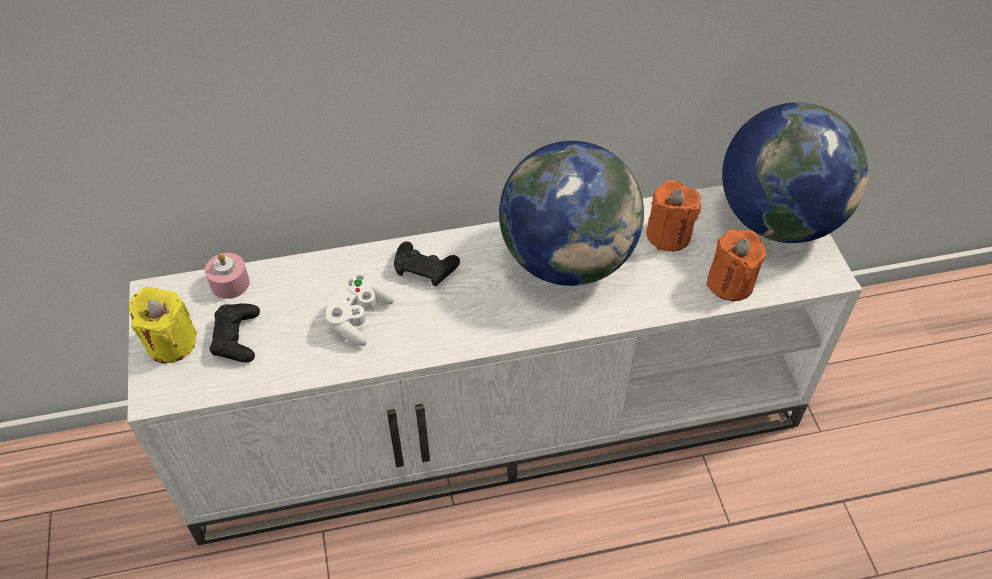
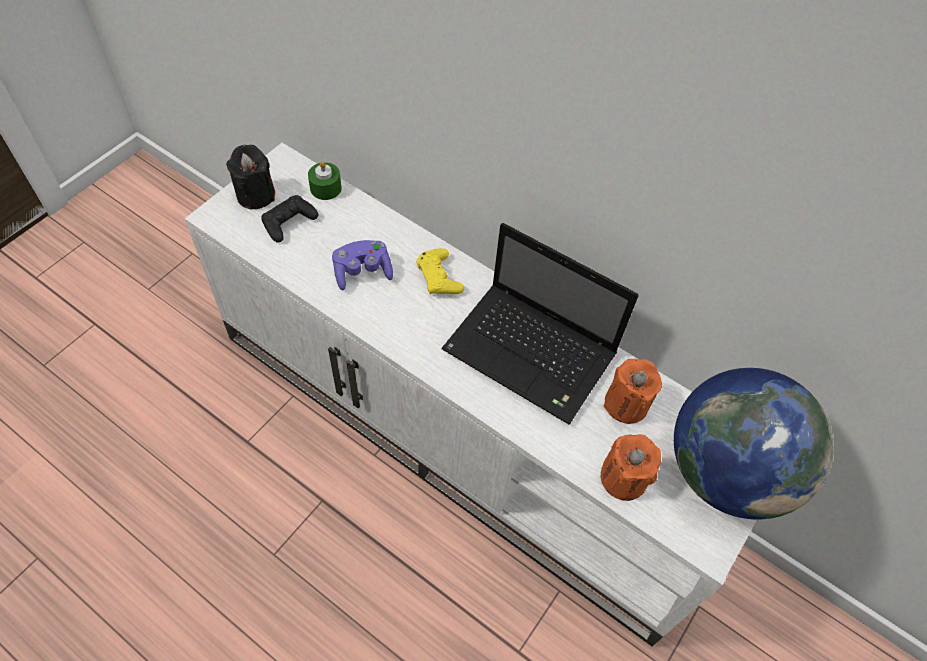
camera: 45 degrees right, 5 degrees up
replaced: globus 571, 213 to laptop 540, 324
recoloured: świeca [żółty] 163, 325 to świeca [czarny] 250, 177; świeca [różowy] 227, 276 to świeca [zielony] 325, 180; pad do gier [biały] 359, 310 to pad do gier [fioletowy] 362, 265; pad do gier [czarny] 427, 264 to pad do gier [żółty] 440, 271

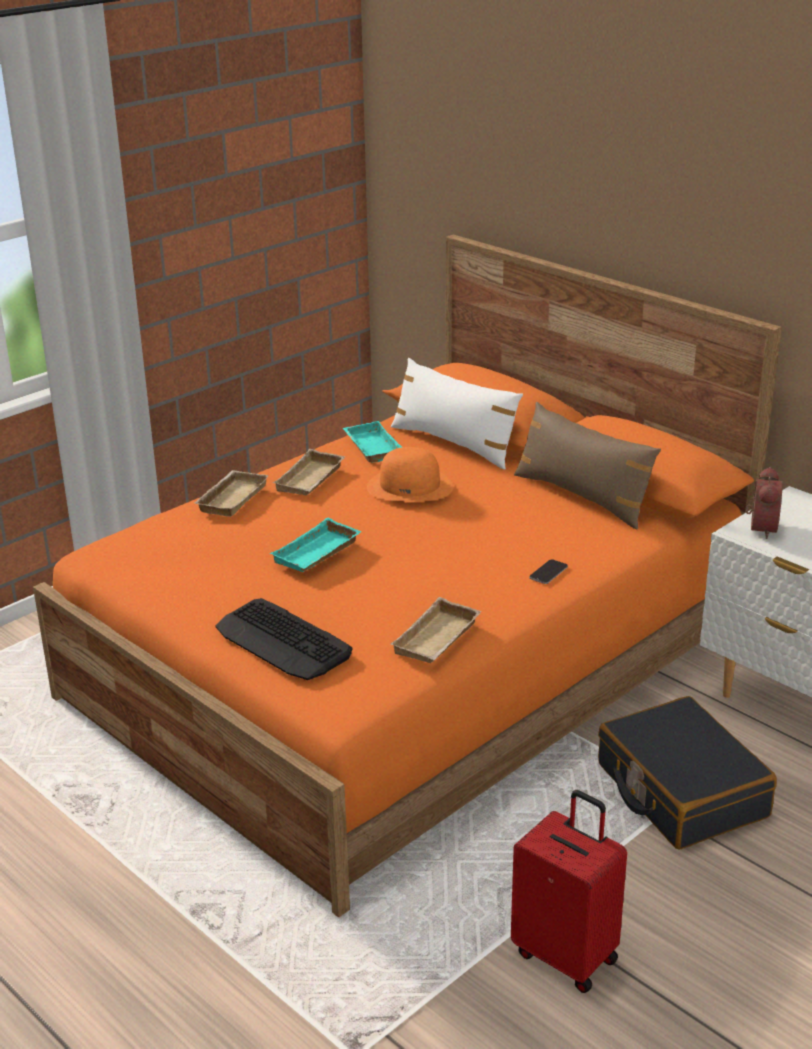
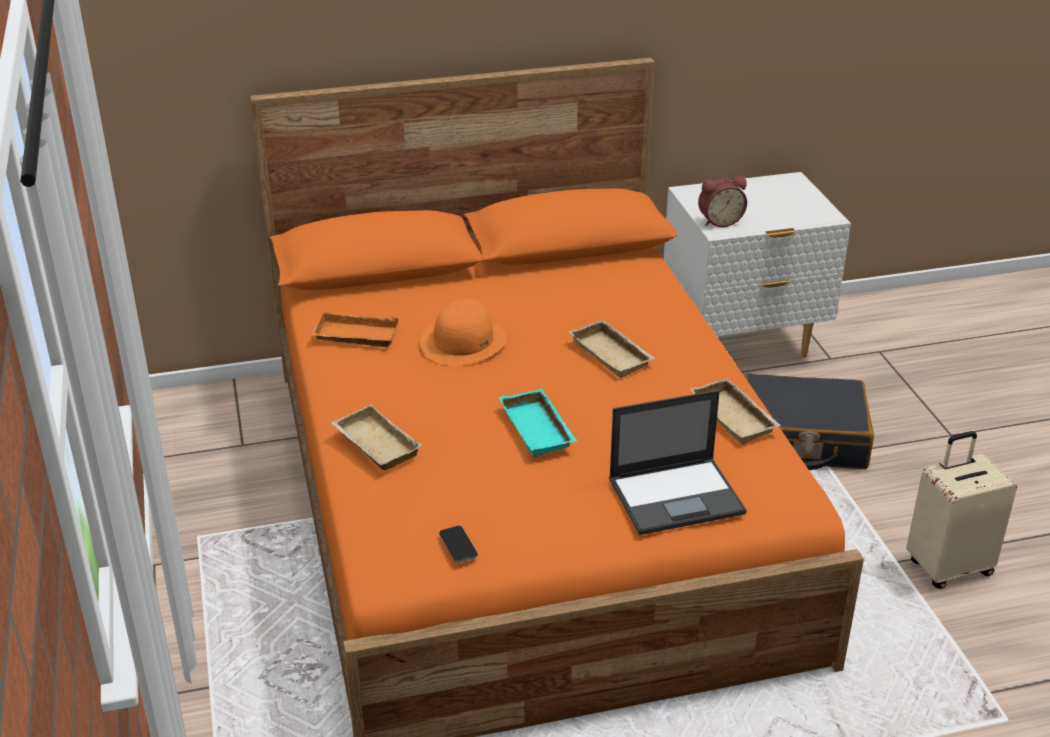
camera: 60 degrees left, 5 degrees up
removed: poduszka [biały] 457, 414; poduszka [brązowy] 587, 465
moved: telefon 548, 571 to 458, 544; taca [beżowy] 309, 472 to 612, 348
replaced: klawiatura 284, 639 to laptop 678, 462
recoloured: taca [turkusowy] 372, 442 to taca [pomarańczowy] 355, 329; walizka [czerwony] 569, 891 to walizka [beżowy] 961, 510
turned: budzik 764, 503 = 722, 201 120 degrees clockwise

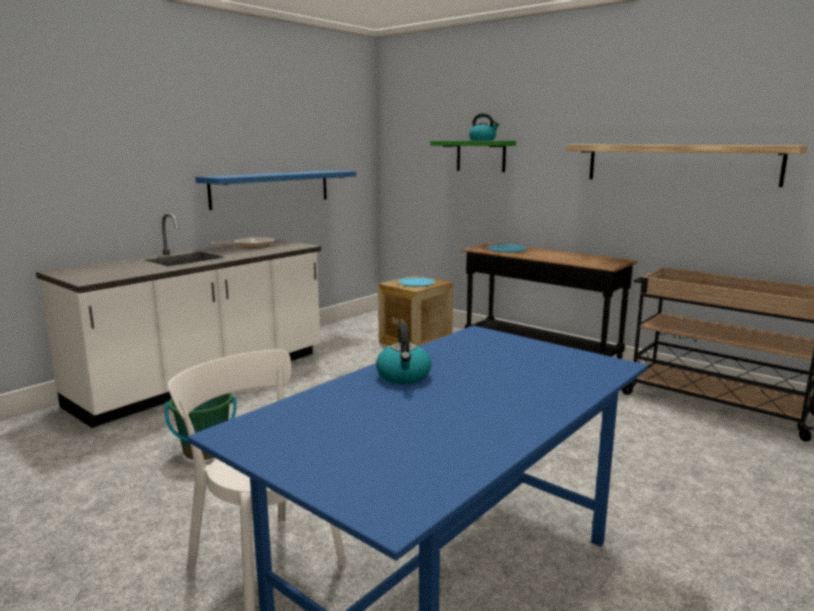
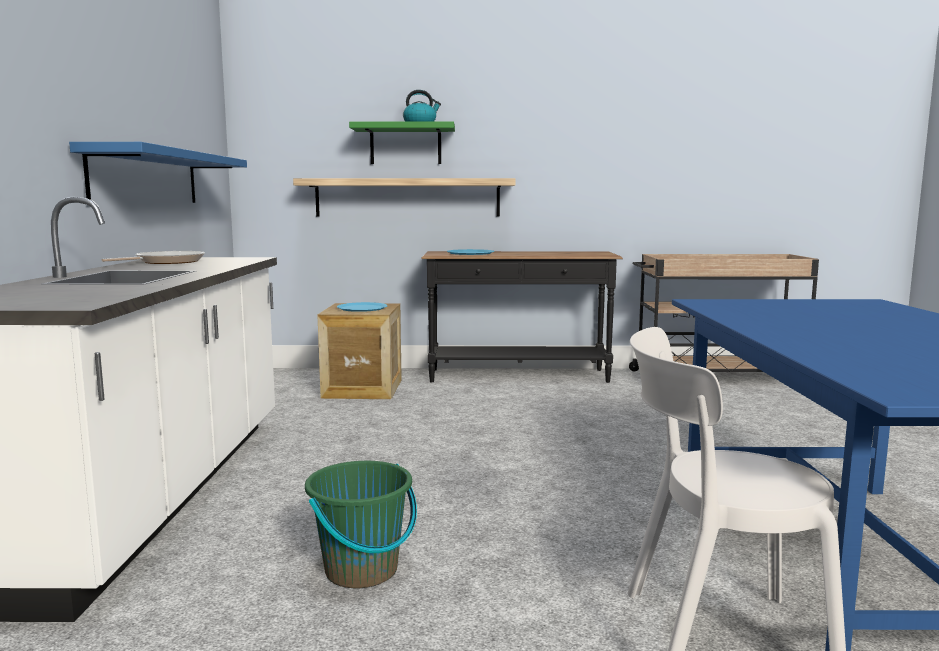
camera: 40 degrees left, 5 degrees down
removed: czajnik 403, 354
moved: półka 686, 166 to 404, 197

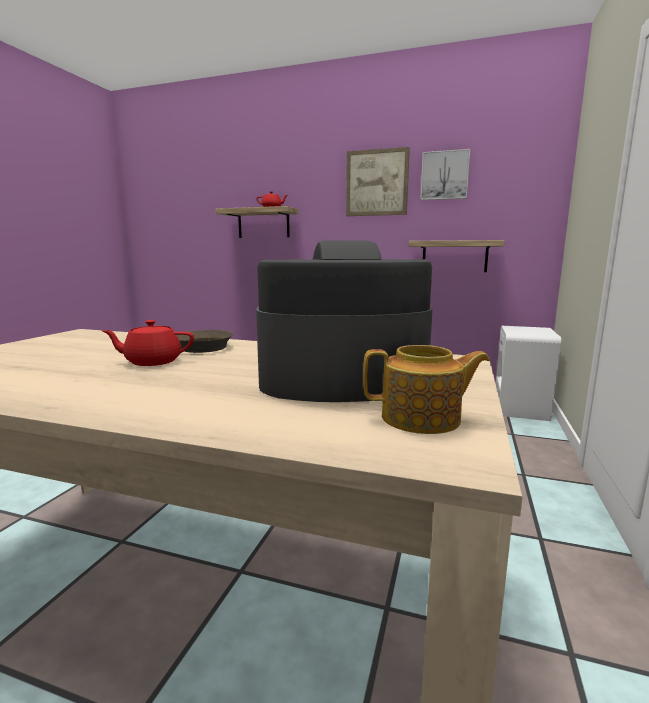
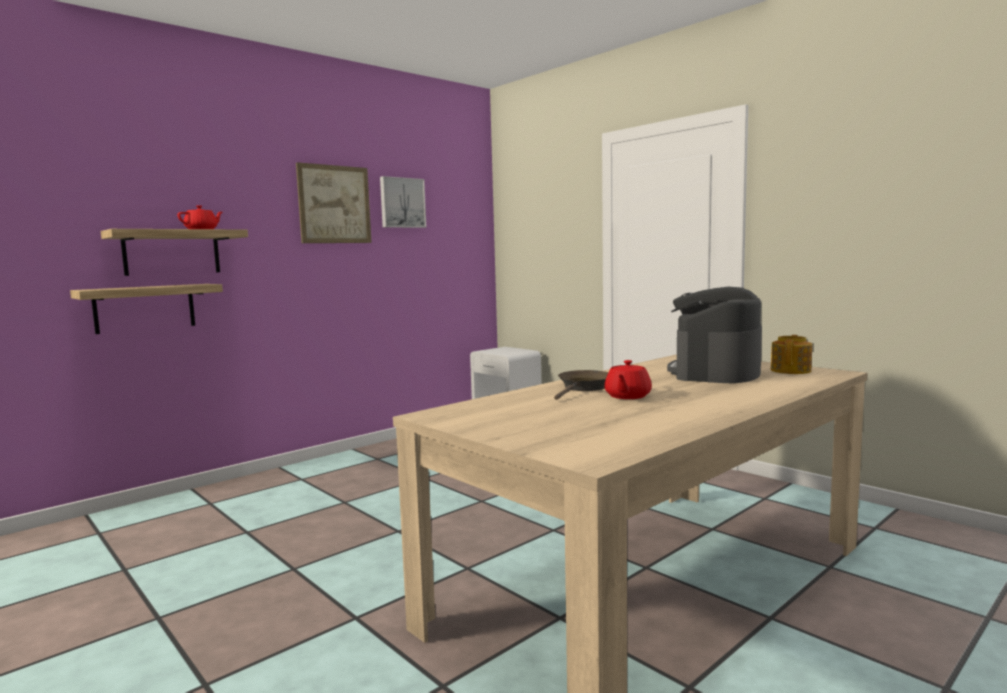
camera: 60 degrees left, 5 degrees down
moved: półka 457, 256 to 146, 309

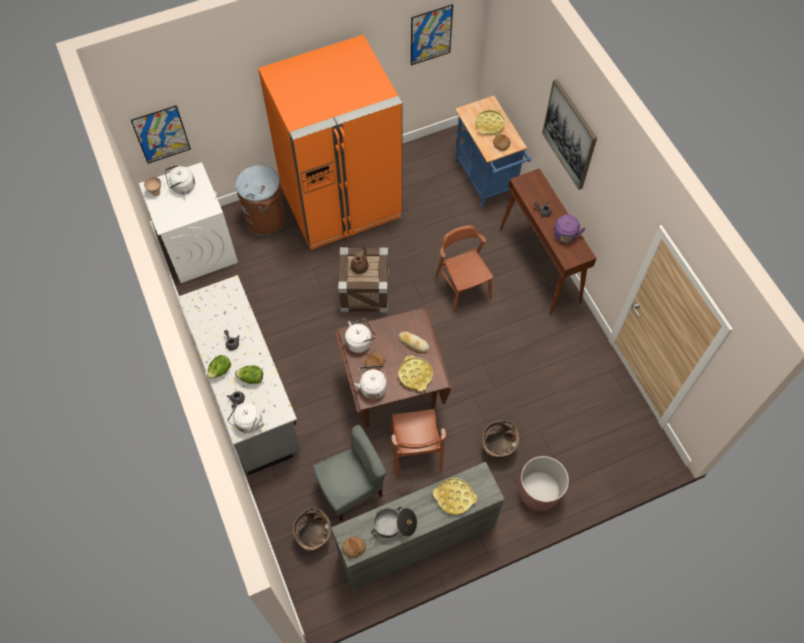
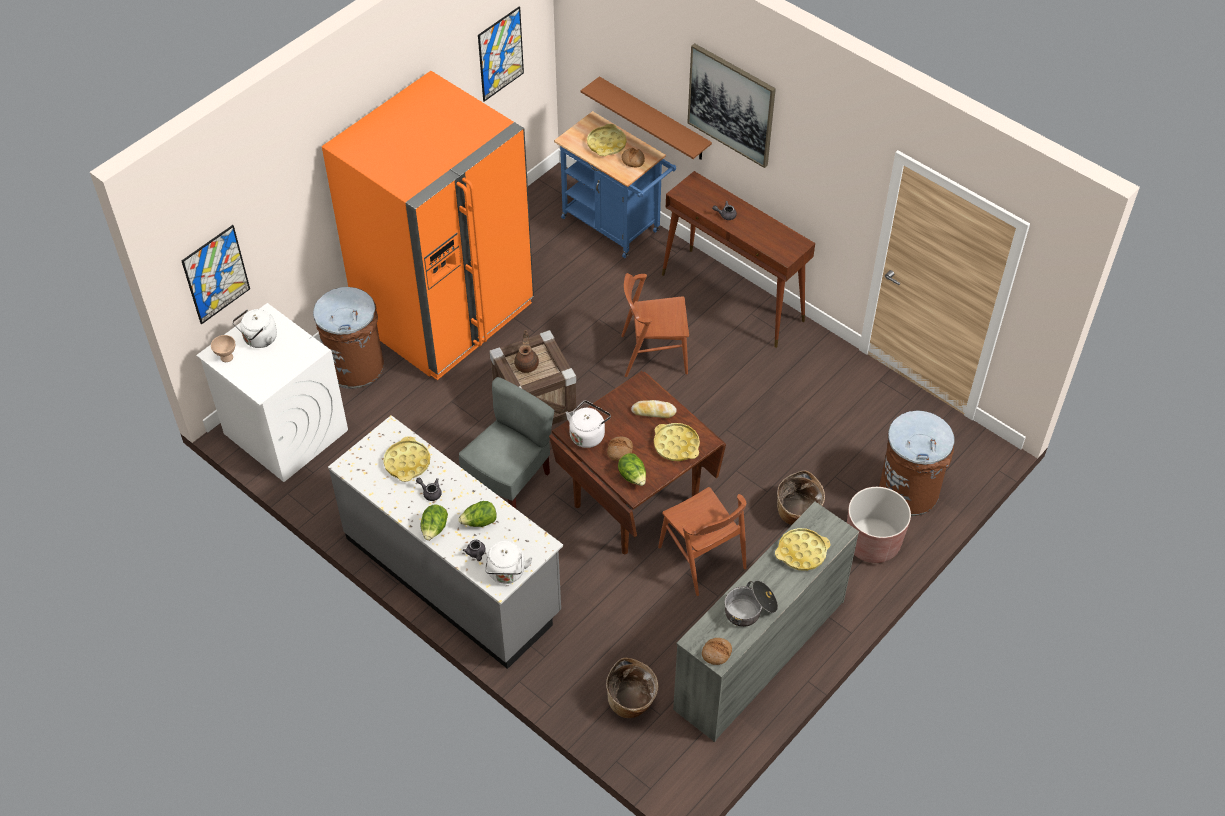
camera: 25 degrees left, 10 degrees down
removed: czajnik [fioletowy] 570, 229
added: taca [żółty] 406, 459; półka [brązowy] 646, 118; kosz na śmieci [brązowy] 917, 463
moved: krzesło [szary] 349, 473 to 506, 443
replaced: czajnik [biały] 370, 382 to sałata 632, 469
turned: krzesło [brązowy] 464, 269 = 655, 325 45 degrees counterclockwise

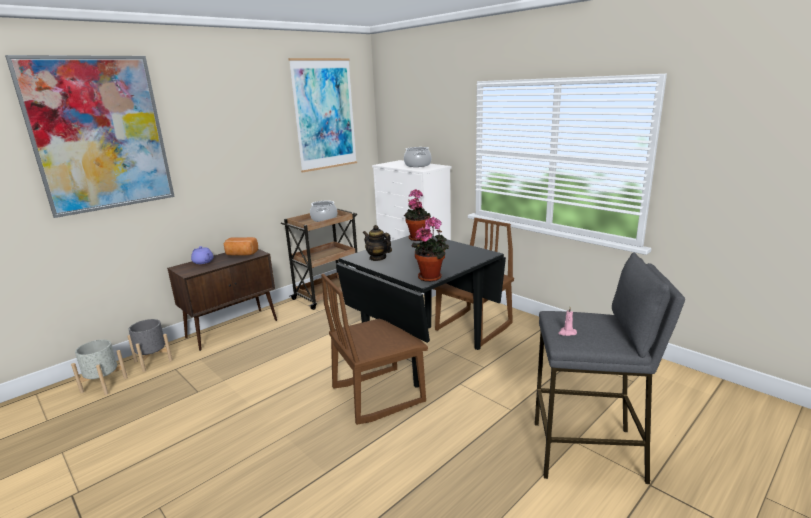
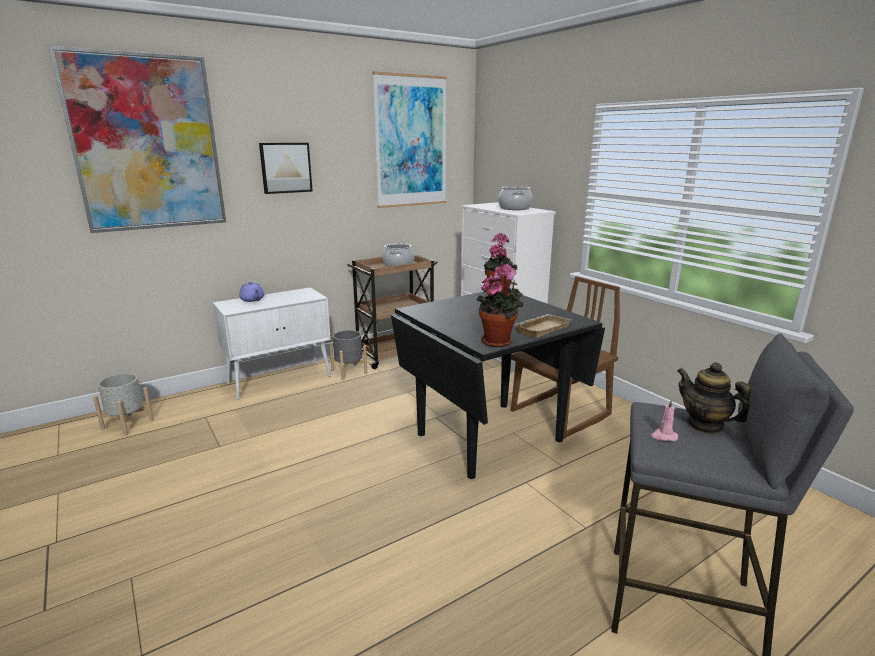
camera: 10 degrees right, 0 degrees up
removed: chleb 241, 246; krzesło [brązowy] 374, 349
added: obraz 286, 168; taca [beżowy] 542, 326
moved: donica [szary] 150, 345 to 348, 355; imbryk 377, 243 to 714, 397
recoloured: szafka [brązowy] 222, 300 to szafka [biały] 272, 343

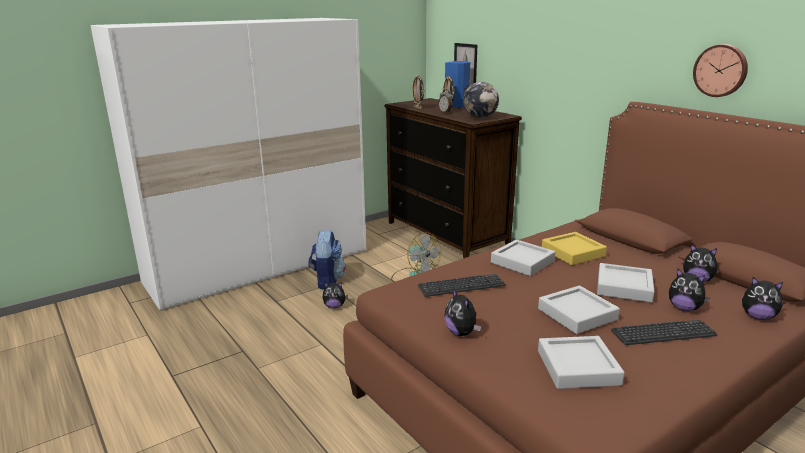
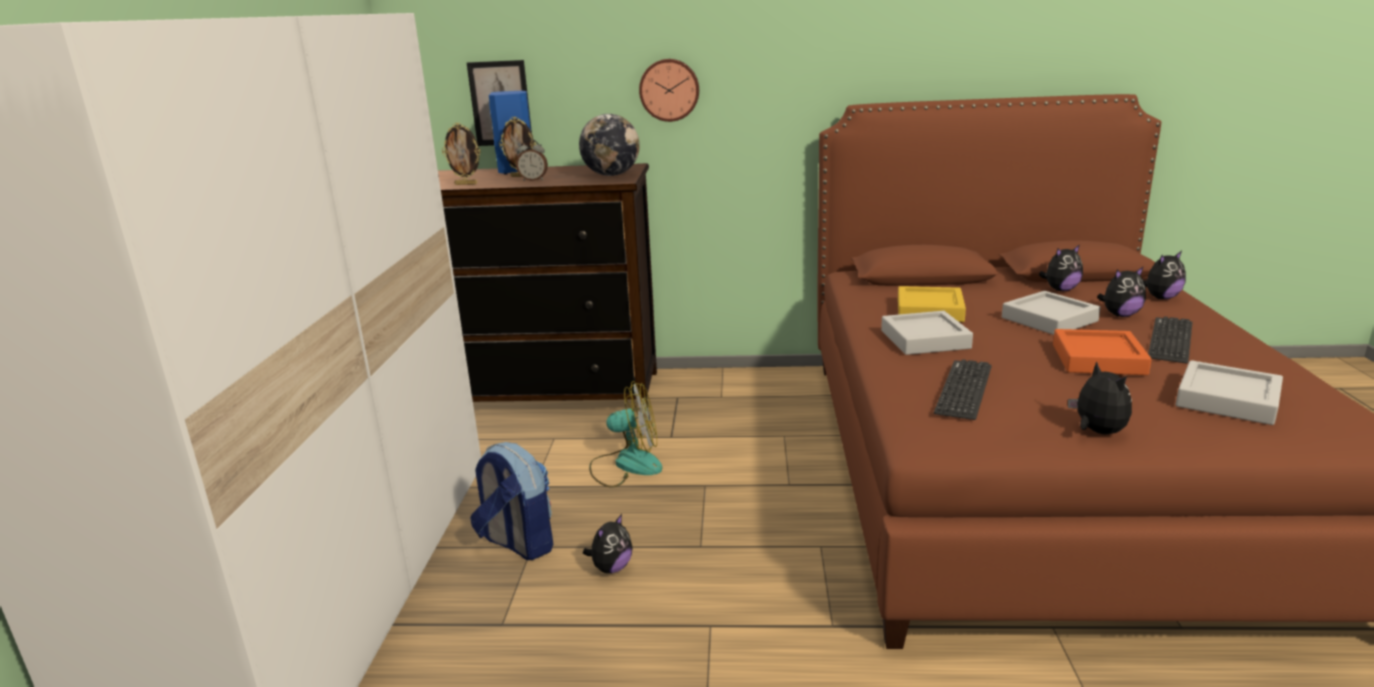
camera: 50 degrees left, 0 degrees up
moved: zegar ścienny 720, 70 to 669, 90
recoloured: taca [szary] 579, 310 to taca [pomarańczowy] 1102, 352
turned: pluszak 462, 312 = 1100, 397 120 degrees counterclockwise

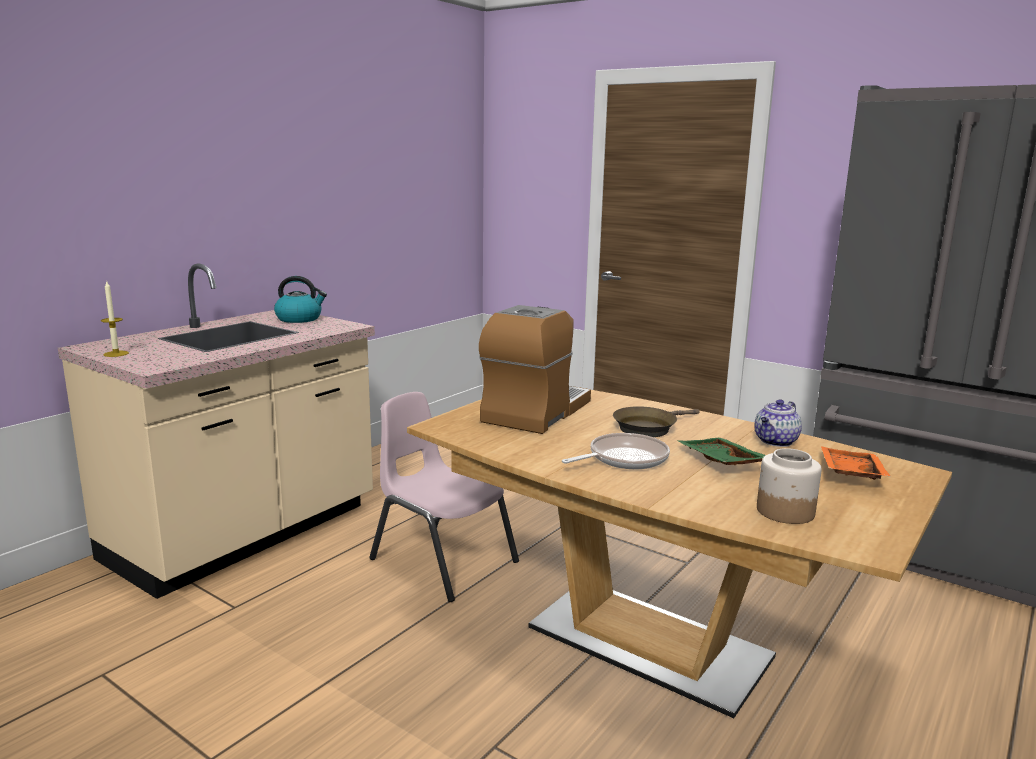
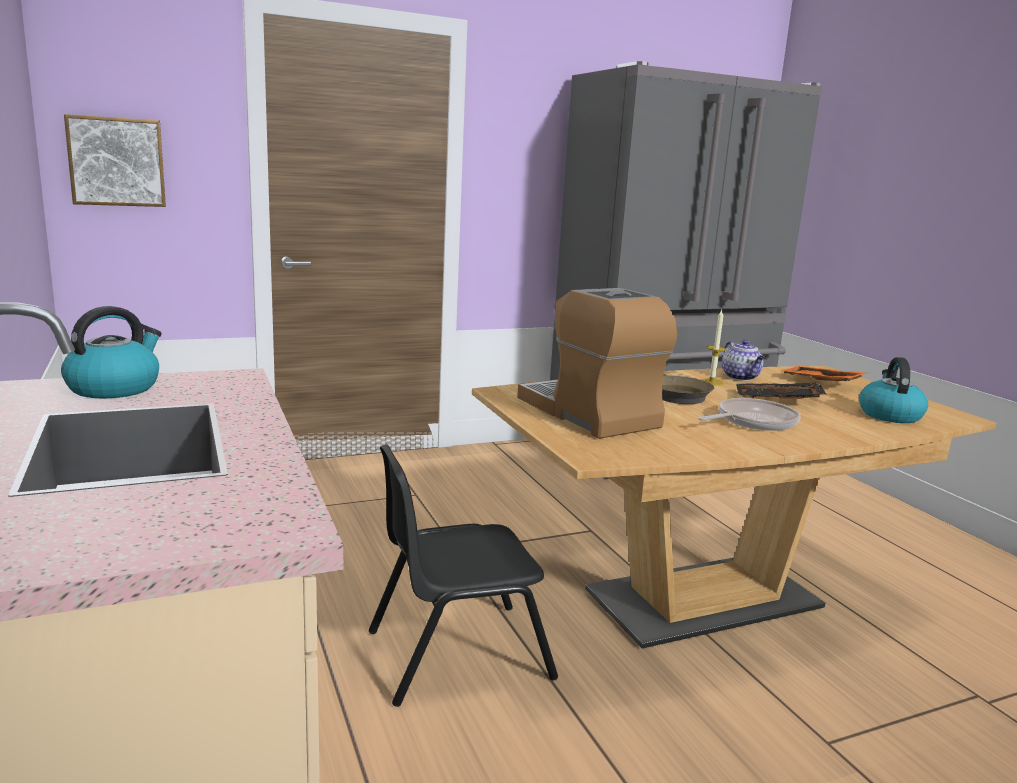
camera: 60 degrees left, 0 degrees up
added: obraz 115, 160
moved: świeca 115, 318 to 714, 348
replaced: słoik 789, 486 to czajnik 893, 390
recoloured: krzesło [różowy] 444, 497 to krzesło [czarny] 463, 575; taca [zielony] 722, 451 to taca [czarny] 781, 391
turned: patelnia 616, 451 = 749, 414 60 degrees clockwise

